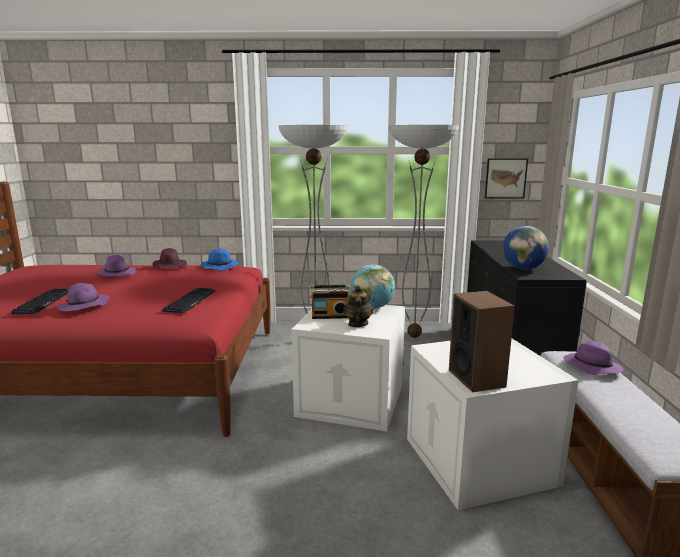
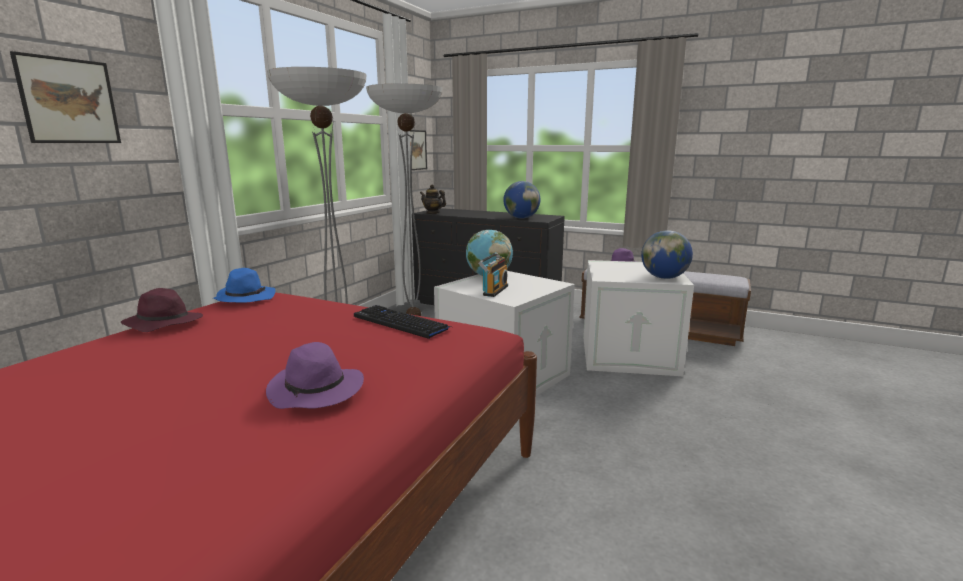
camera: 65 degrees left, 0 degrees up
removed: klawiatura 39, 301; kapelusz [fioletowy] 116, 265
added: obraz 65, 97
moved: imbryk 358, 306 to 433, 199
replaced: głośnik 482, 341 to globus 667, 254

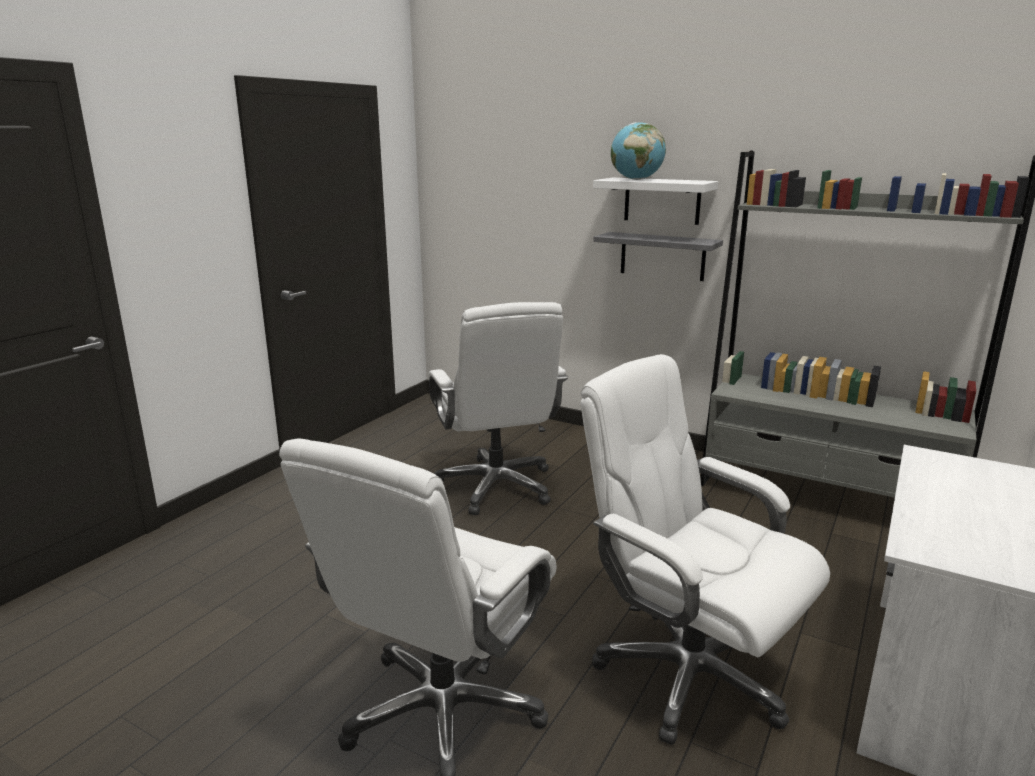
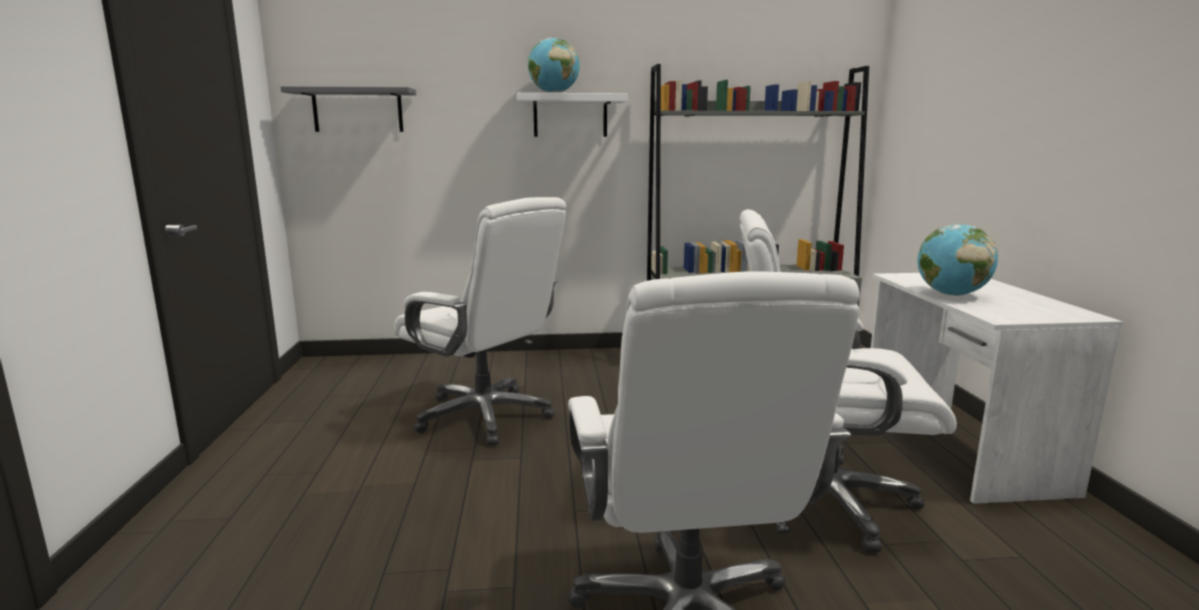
camera: 35 degrees left, 5 degrees down
added: globus 957, 260
moved: półka [szary] 658, 256 to 348, 109

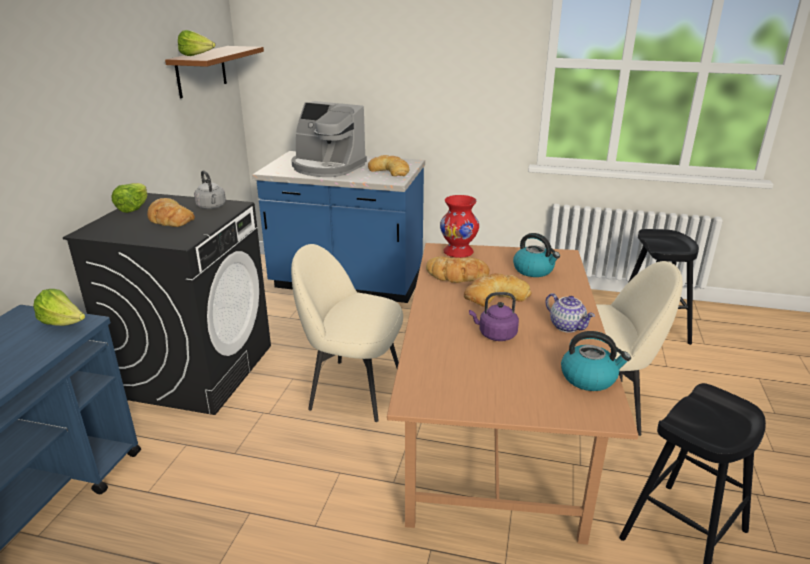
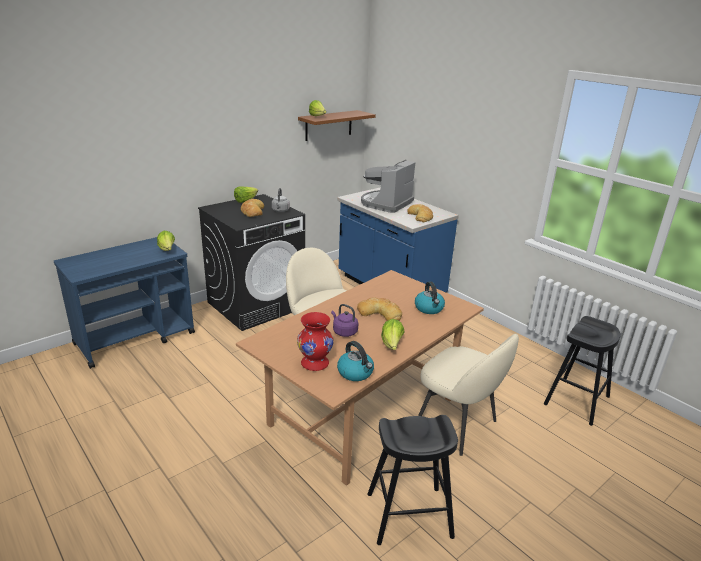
camera: 35 degrees right, 0 degrees up
removed: chleb 458, 270
moved: wazon [czerwony] 459, 226 to 315, 341
replaced: imbryk 570, 313 to sałata 392, 334
turned: ekspres do kawy 329, 139 = 388, 186 60 degrees clockwise

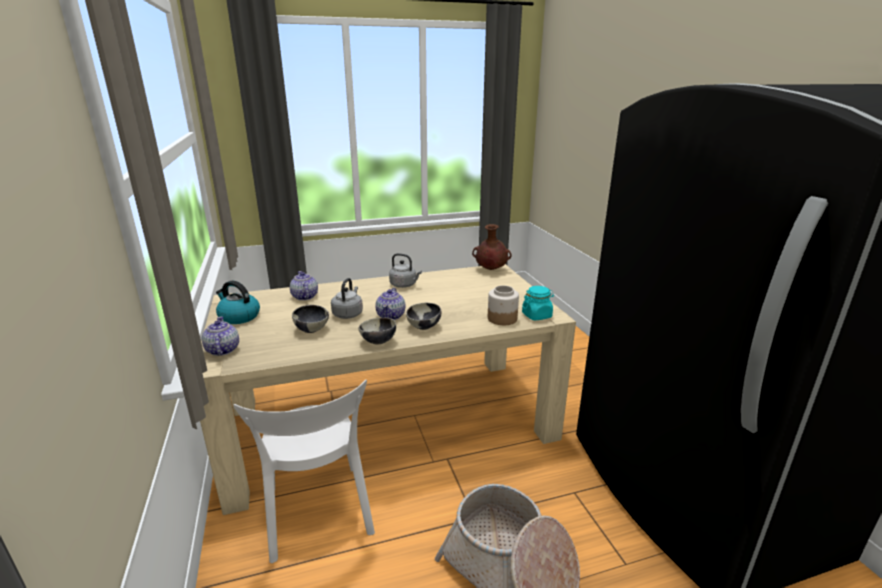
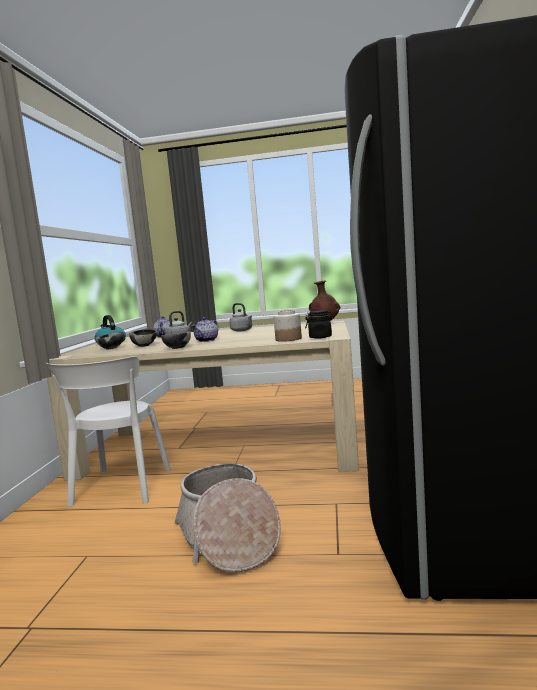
camera: 25 degrees right, 15 degrees down
removed: imbryk 220, 336
moved: miska 424, 316 to 109, 341
recoloured: słoik [turkusowy] 538, 303 to słoik [czarny] 319, 324

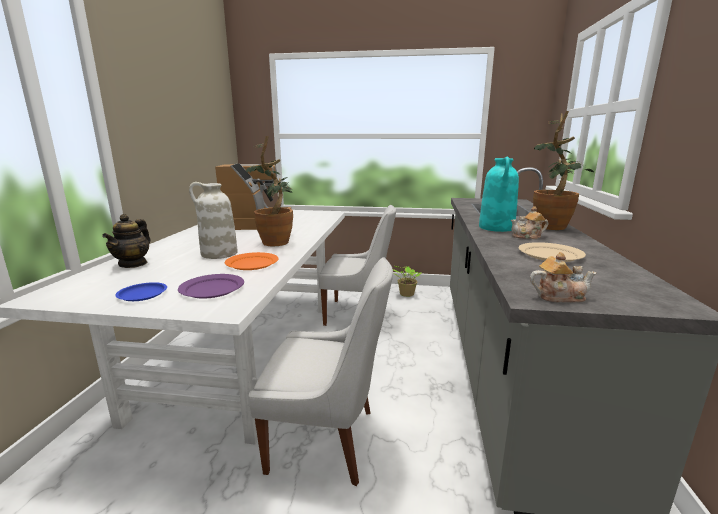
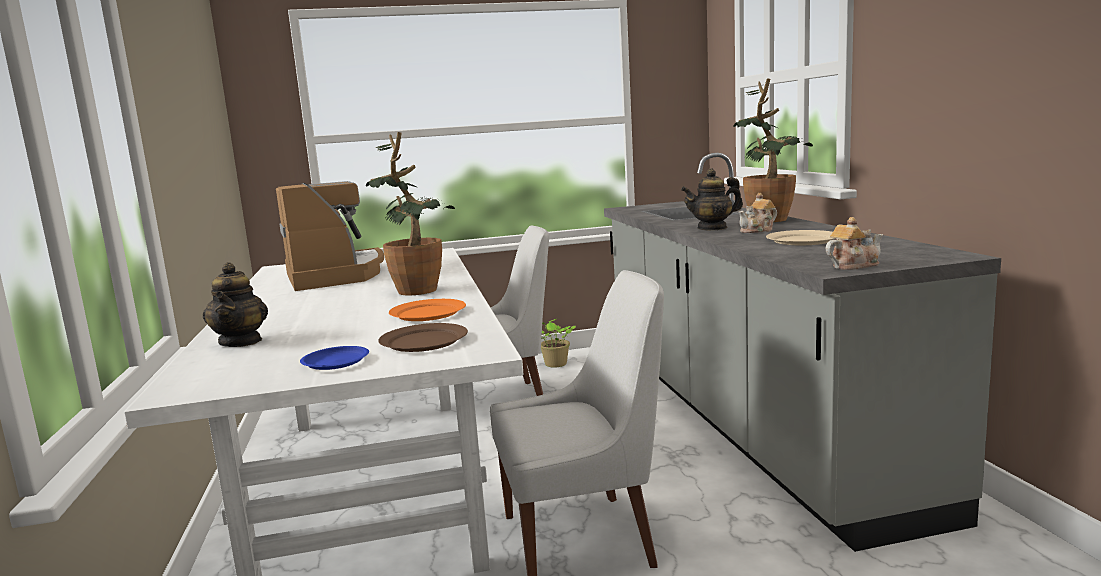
camera: 20 degrees left, 5 degrees down
removed: wazon [biały] 213, 220
replaced: wazon [turkusowy] 499, 194 to imbryk 712, 200
recoloured: talerz [fioletowy] 211, 286 to talerz [brązowy] 423, 337

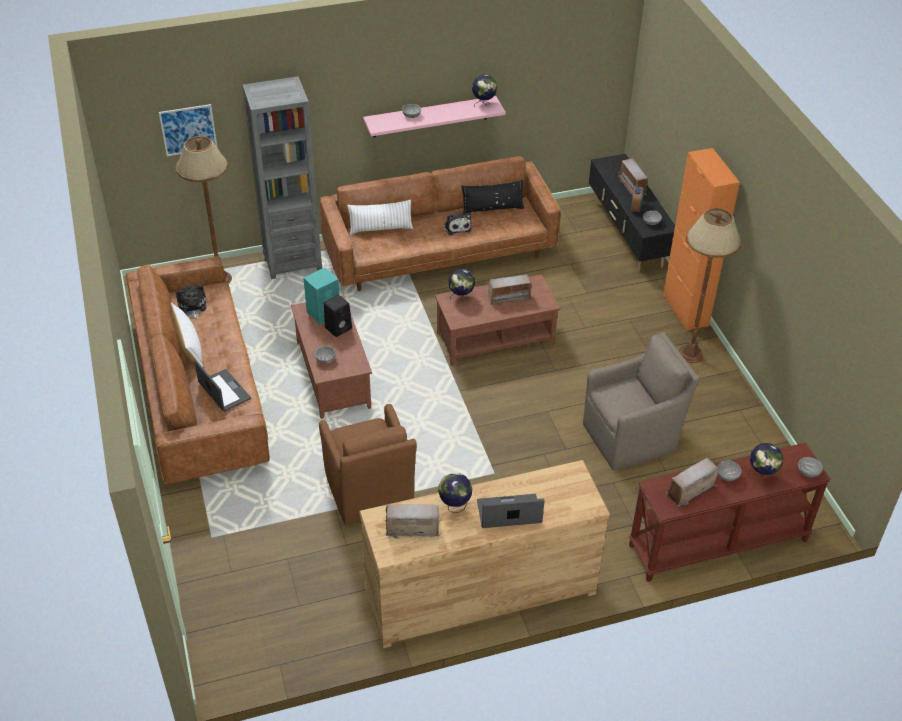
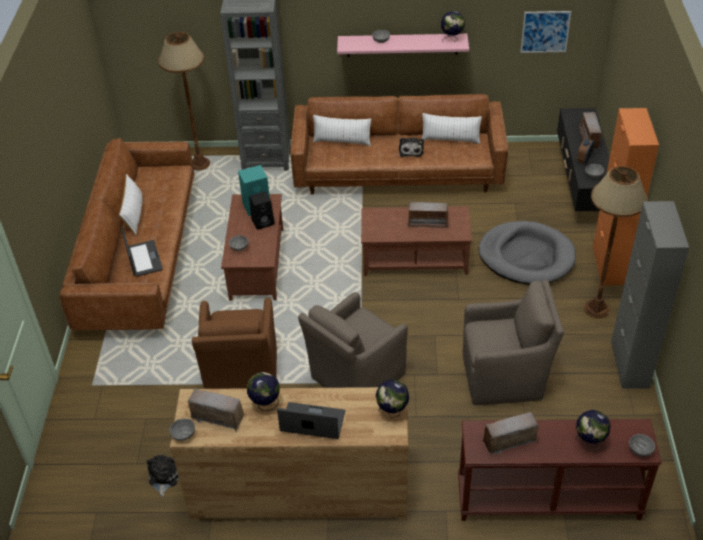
camera: 20 degrees right, 0 degrees up
added: fotel [brązowy] 353, 340; legowisko [szary] 527, 253; szafka [szary] 650, 295
moved: pluszak 191, 302 to 162, 476; miska [szary] 729, 470 to 182, 430; globus 462, 285 to 392, 399; obraz 188, 130 to 545, 32
recoloured: poduszka [czarny] 492, 197 to poduszka [biały] 452, 128

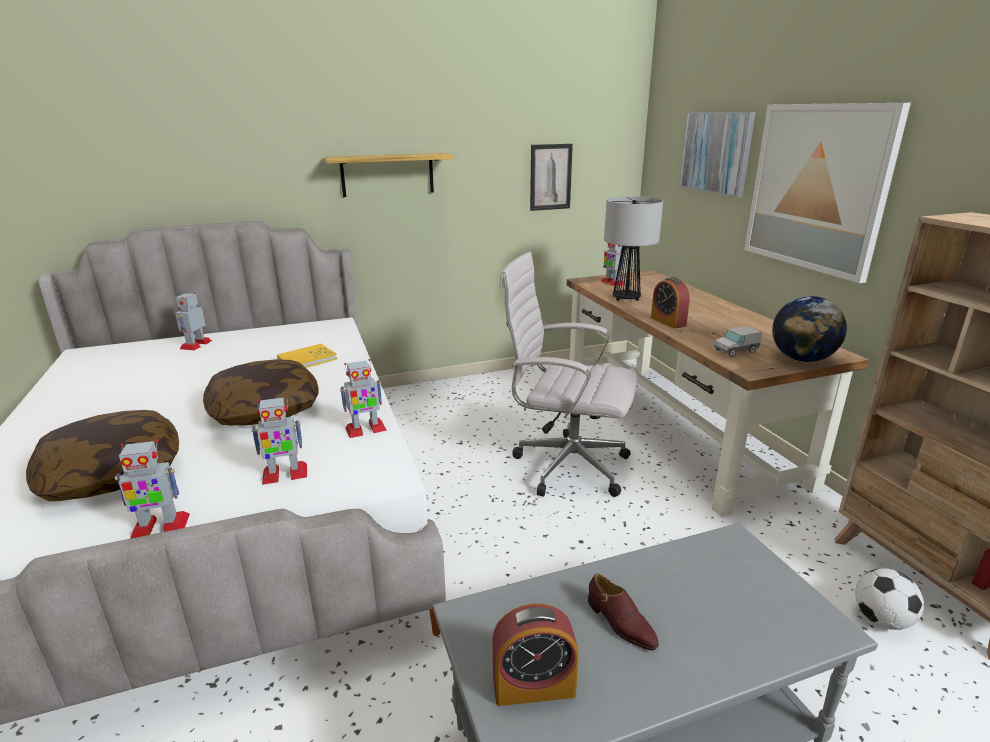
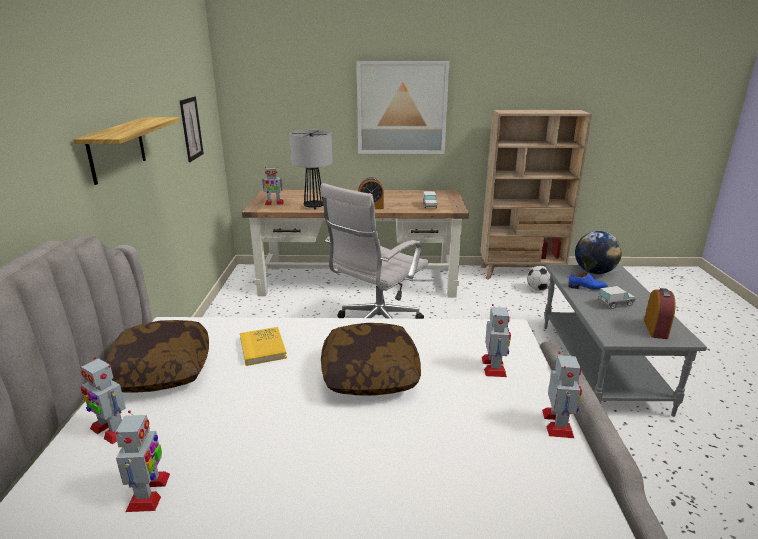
camera: 70 degrees left, 0 degrees up
removed: obraz 717, 154
added: but [niebieski] 588, 281
moved: poduszka 102, 456 to 157, 356; robot zabawkowy 363, 398 to 142, 461; globus 809, 329 to 598, 252
replaced: but [brązowy] 623, 611 to ciężarówka zabawkowa 617, 297

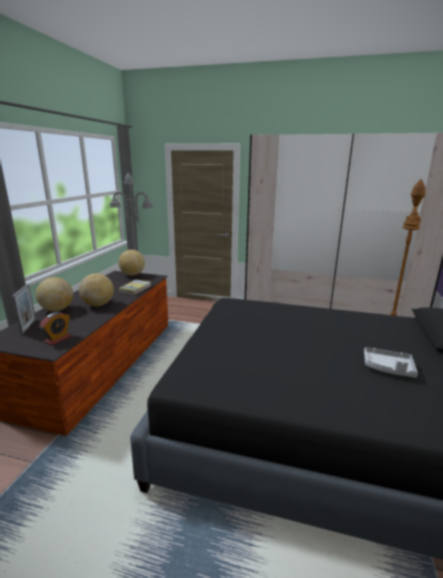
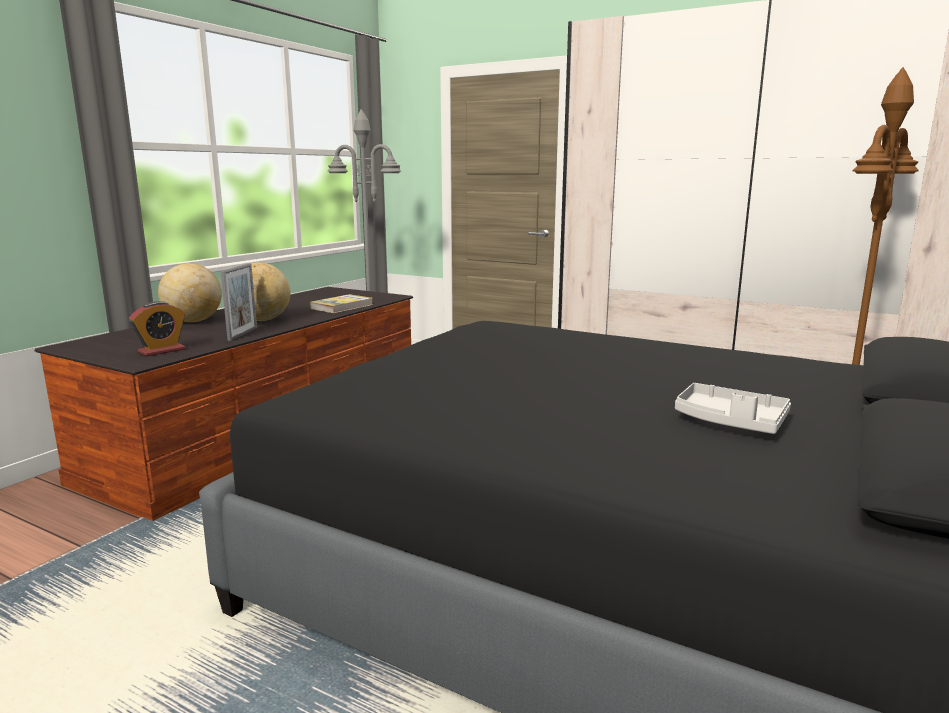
camera: 15 degrees right, 5 degrees down
removed: globus 131, 263
moved: ramka na zdjęcie 24, 309 to 239, 302

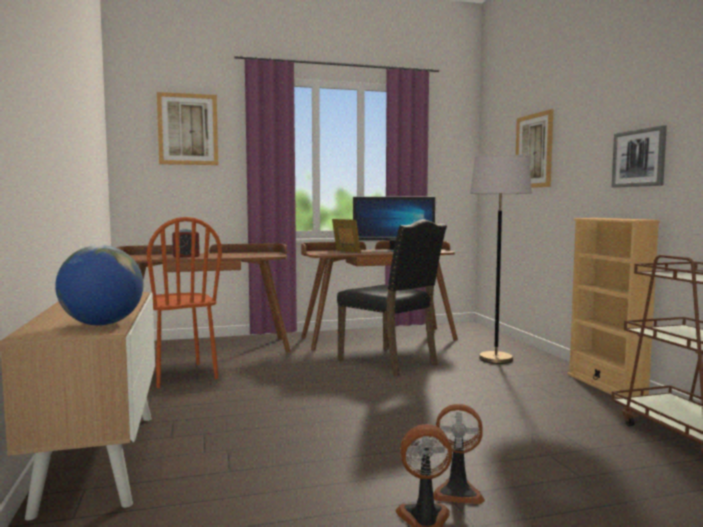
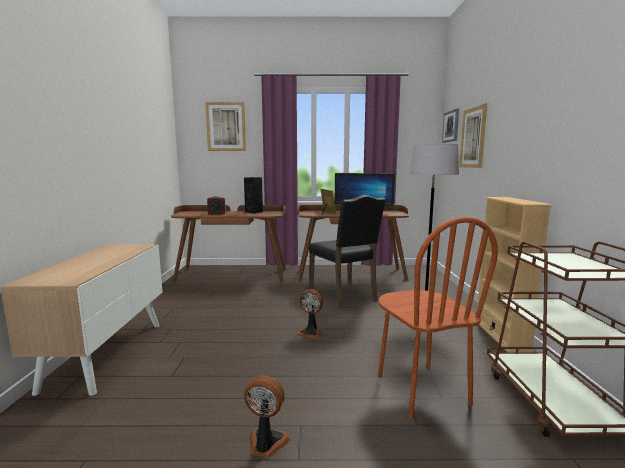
camera: 15 degrees right, 5 degrees up
removed: globus 99, 285
added: głośnik [czarny] 253, 195
moved: wentylator 459, 454 to 309, 314; krzesło [brązowy] 184, 302 to 438, 318; obraz 639, 156 to 450, 126

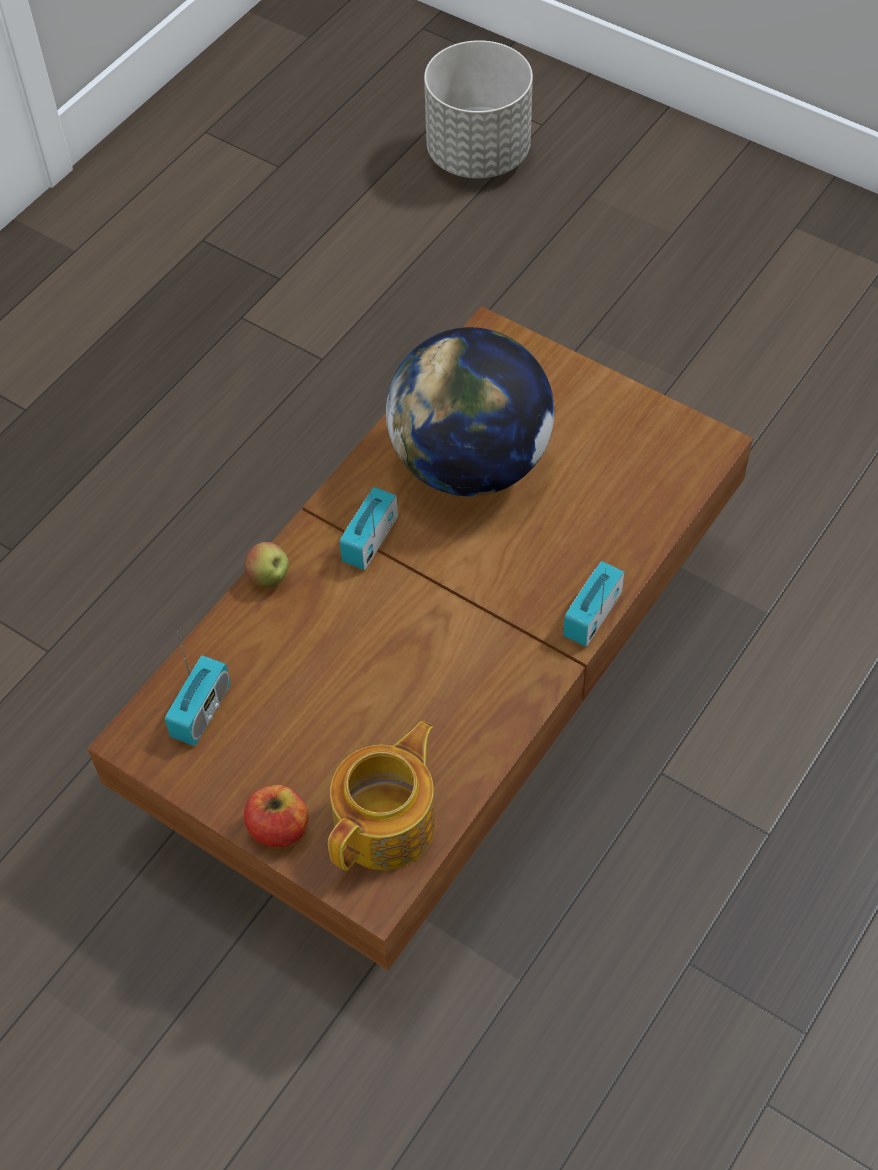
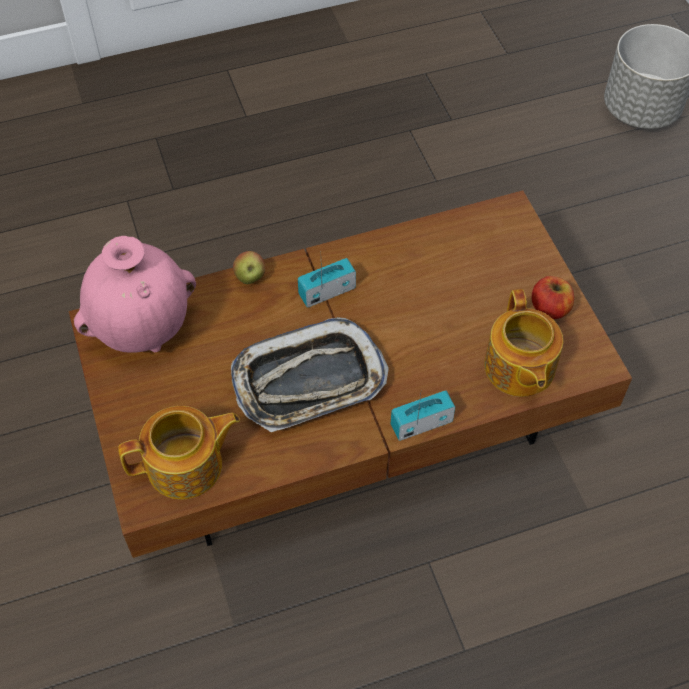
camera: 35 degrees right, 0 degrees up
removed: globus 470, 411
added: taca 310, 374; imbryk 523, 343
moved: jabłko 276, 816 to 553, 297
replaced: radio 198, 688 to wazon [różowy] 135, 294

